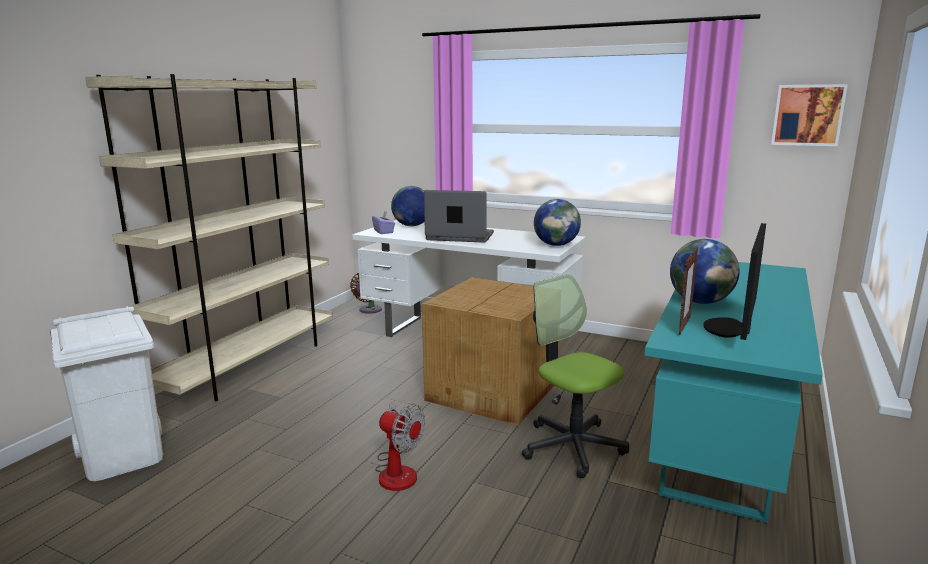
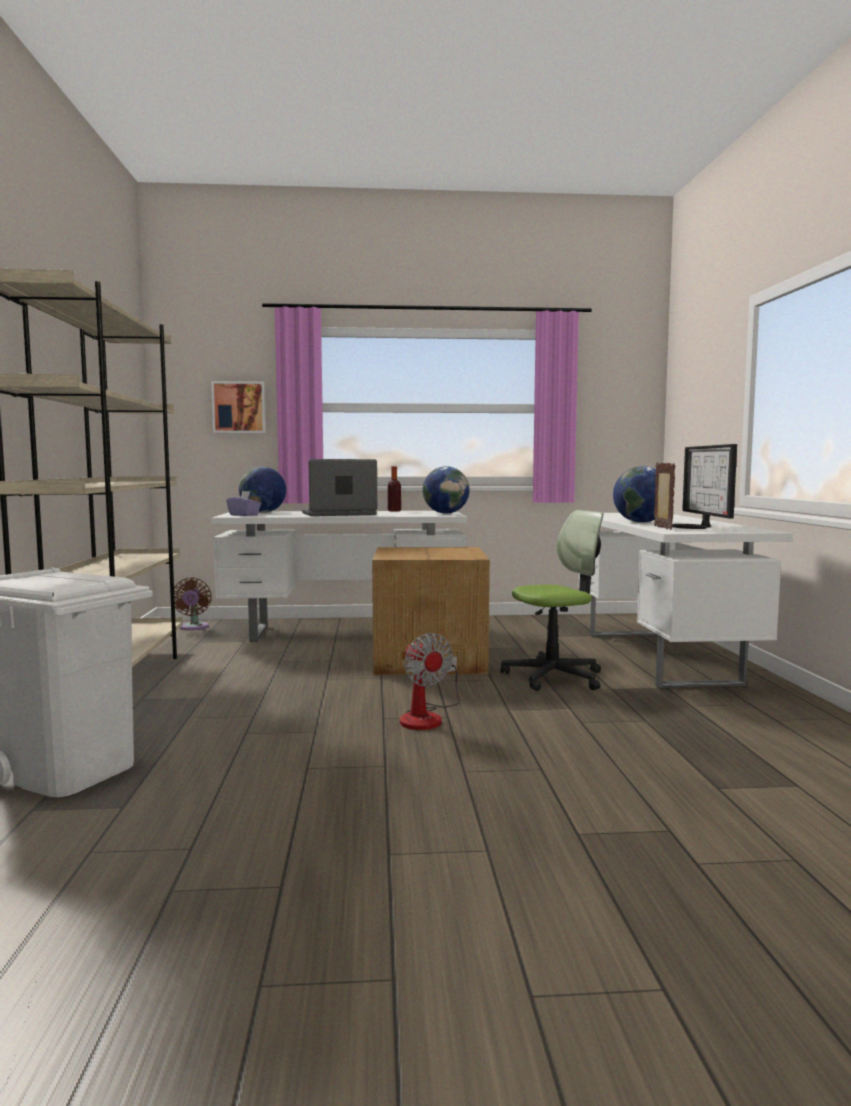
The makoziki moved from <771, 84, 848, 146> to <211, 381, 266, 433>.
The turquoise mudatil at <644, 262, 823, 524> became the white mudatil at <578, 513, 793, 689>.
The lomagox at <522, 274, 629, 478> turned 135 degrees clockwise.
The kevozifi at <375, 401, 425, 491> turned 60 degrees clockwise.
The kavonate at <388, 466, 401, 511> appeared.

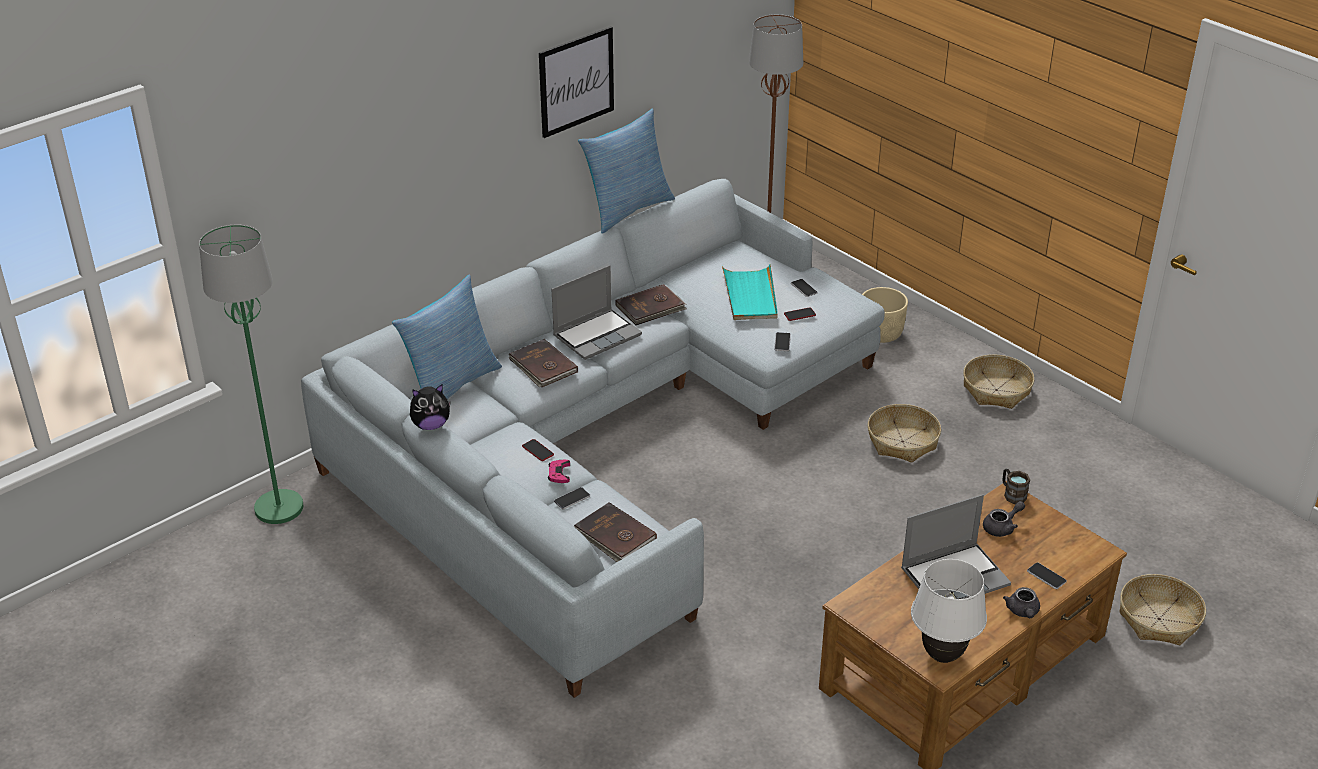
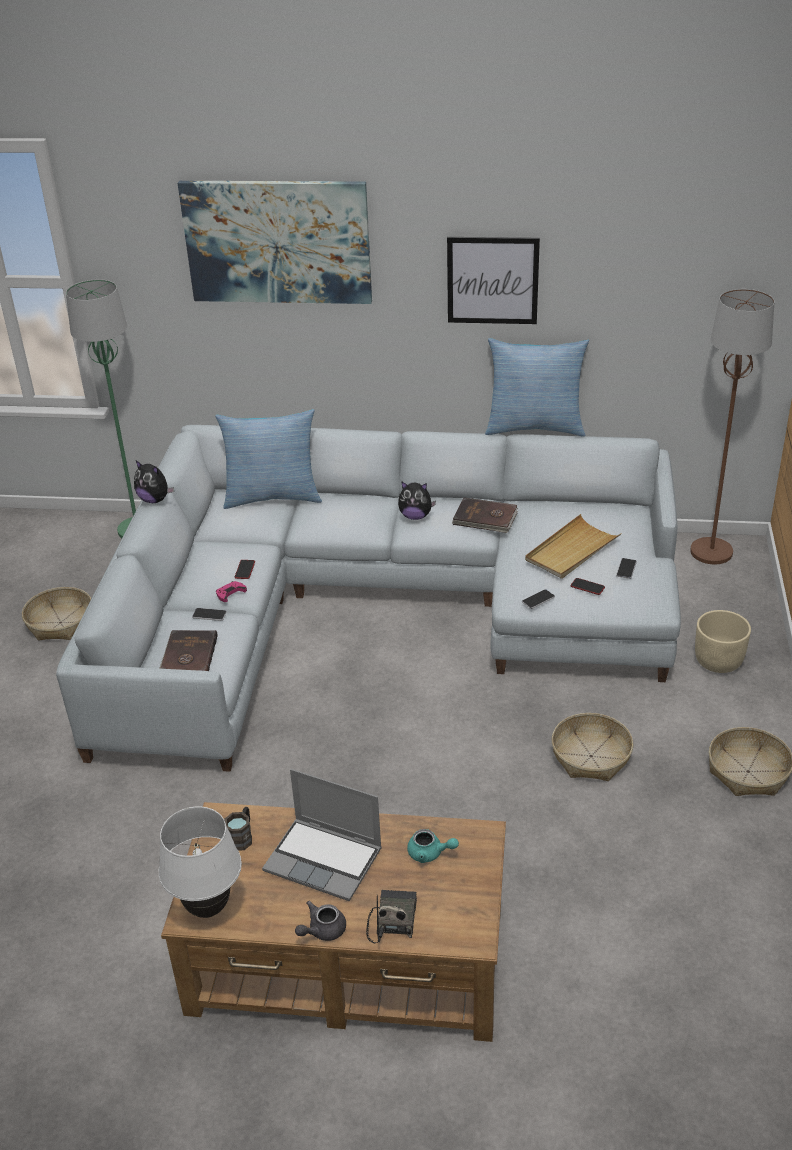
The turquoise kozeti at <722, 264, 778, 320> became the beige kozeti at <525, 514, 622, 579>.
The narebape at <552, 265, 642, 360> was replaced by the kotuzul at <398, 481, 436, 520>.
The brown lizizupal at <509, 339, 578, 387> disappeared.
The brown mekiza moved from <1002, 469, 1030, 504> to <225, 807, 252, 851>.
The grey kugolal at <983, 501, 1025, 537> became the turquoise kugolal at <407, 829, 459, 863>.
The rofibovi at <1027, 562, 1067, 589> was replaced by the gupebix at <366, 890, 417, 943>.
The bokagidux moved from <1120, 574, 1206, 645> to <22, 587, 91, 641>.
The makoziki at <178, 181, 372, 304> appeared.

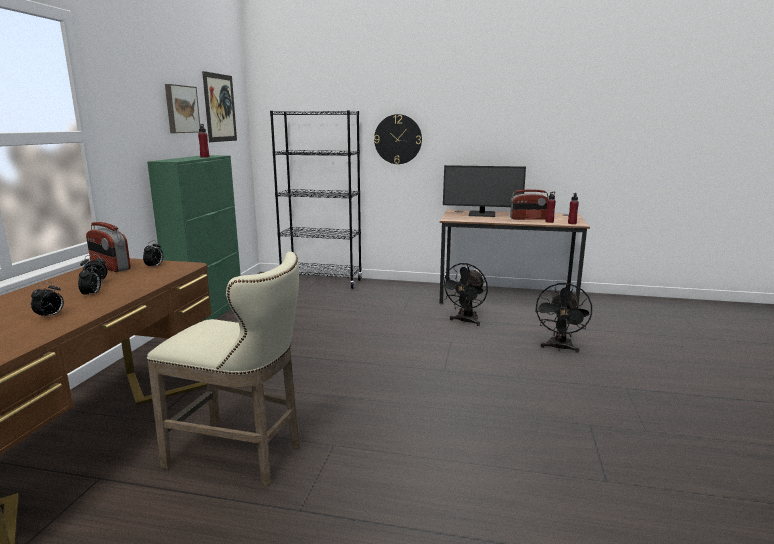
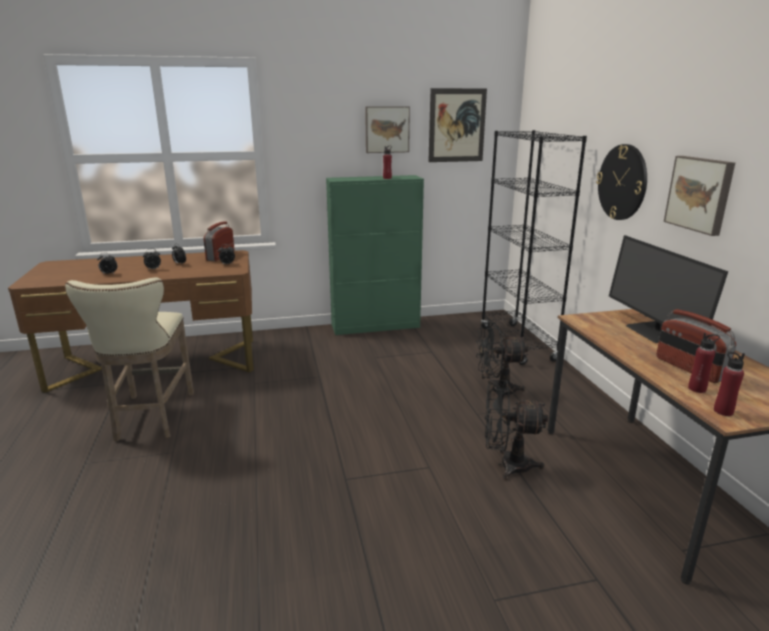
The black kevozifi moved from <535, 283, 592, 353> to <476, 322, 528, 398>.
The makoziki at <664, 156, 735, 236> appeared.

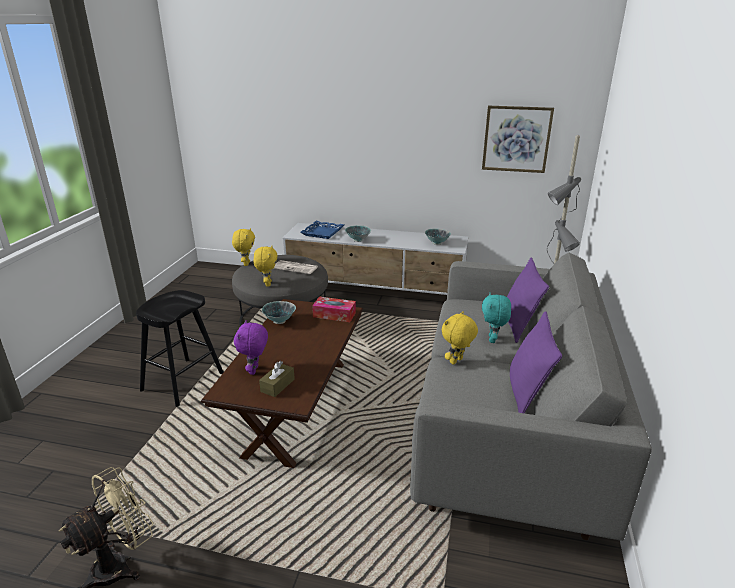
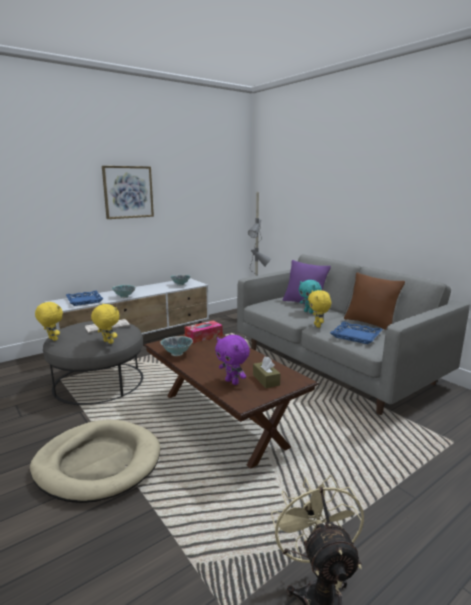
The makoziki moved from <482, 106, 554, 173> to <102, 166, 154, 219>.
The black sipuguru at <136, 290, 224, 407> was replaced by the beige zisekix at <30, 420, 160, 503>.
The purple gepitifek at <510, 311, 562, 414> became the brown gepitifek at <344, 272, 405, 330>.
The blue kozeti at <330, 321, 383, 344> appeared.

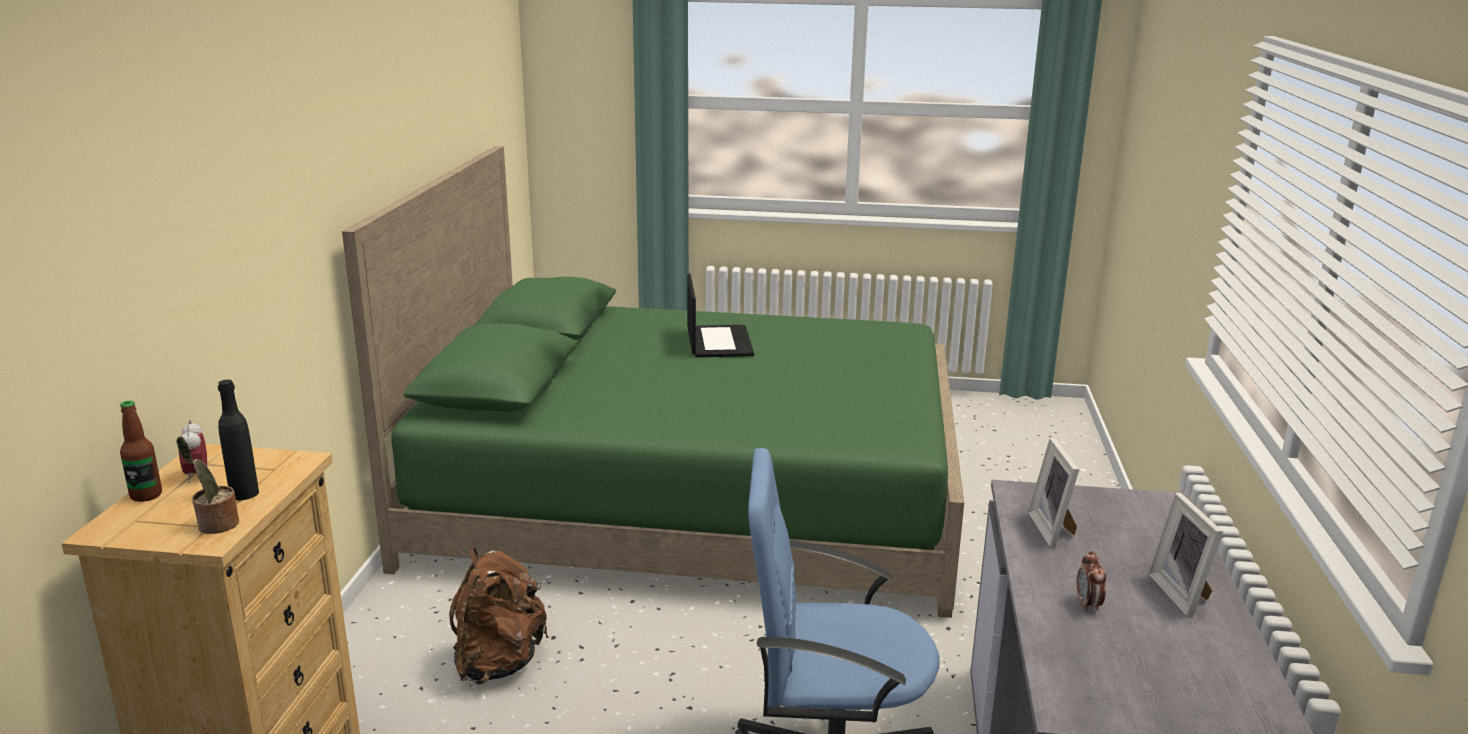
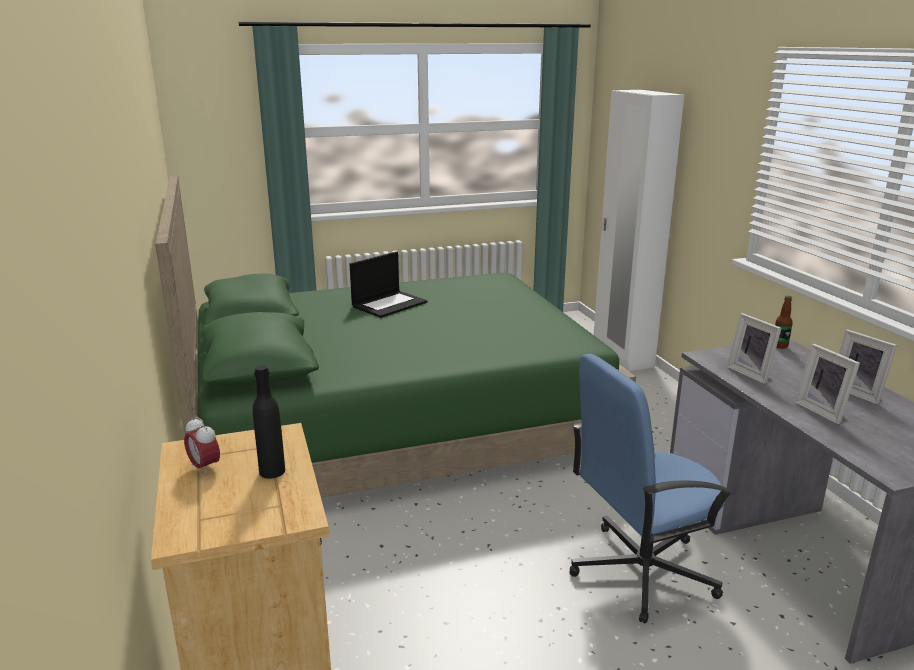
The narebape at <687, 273, 754, 358> turned 75 degrees clockwise.
The kavonate moved from <120, 401, 162, 502> to <775, 296, 793, 349>.
The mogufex at <176, 436, 239, 534> disappeared.
The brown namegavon at <449, 547, 549, 684> disappeared.
The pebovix at <1077, 551, 1106, 612> was replaced by the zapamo at <795, 344, 860, 424>.
The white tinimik at <594, 90, 684, 371> appeared.

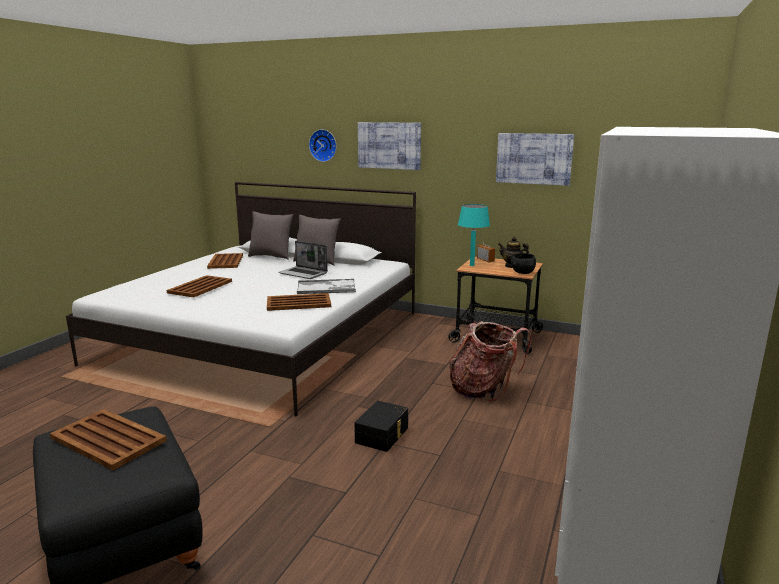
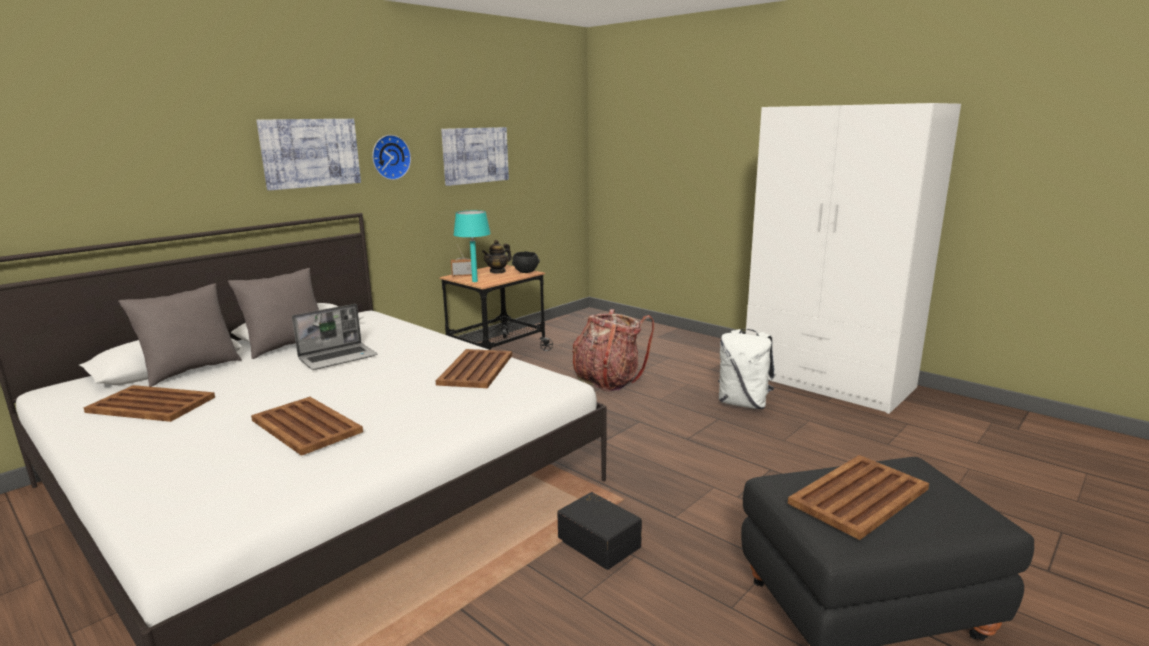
The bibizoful moved from <309, 129, 337, 162> to <372, 135, 411, 180>.
The kozeti at <297, 279, 356, 294> disappeared.
The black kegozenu moved from <354, 401, 408, 452> to <557, 492, 642, 570>.
The white namegavon at <718, 329, 775, 409> appeared.

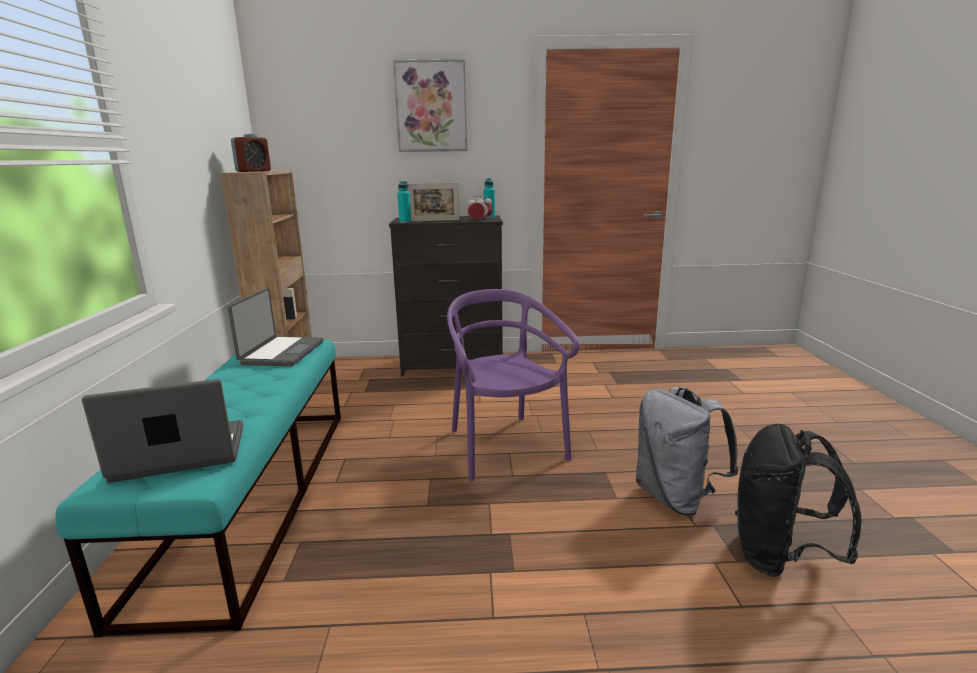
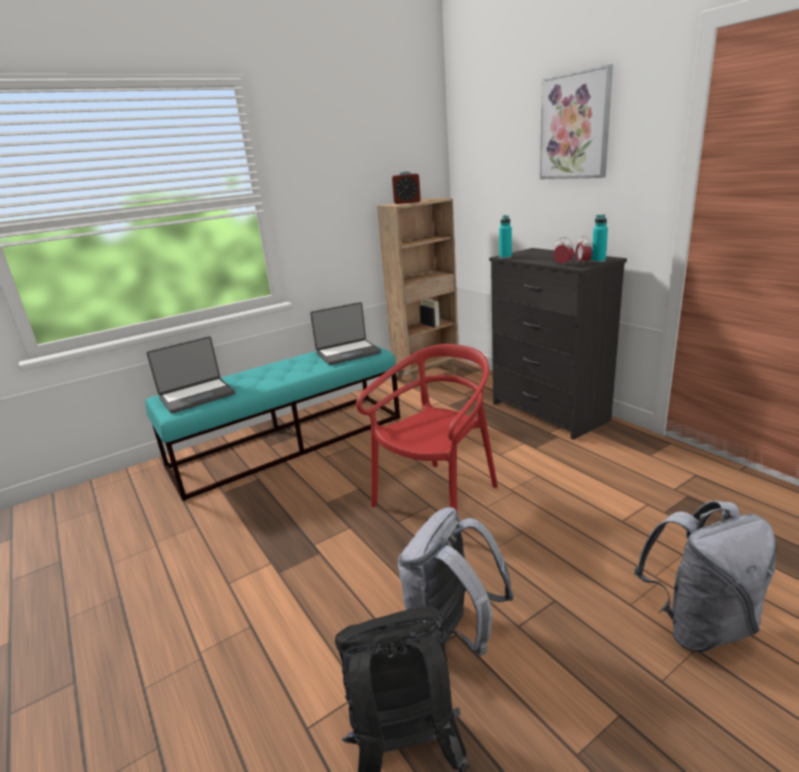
The zapamo at <408, 183, 460, 221> disappeared.
The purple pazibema at <447, 289, 579, 481> became the red pazibema at <356, 344, 498, 511>.
The narebape at <82, 379, 243, 483> turned 105 degrees clockwise.
The grey namegavon at <634, 501, 776, 652> appeared.

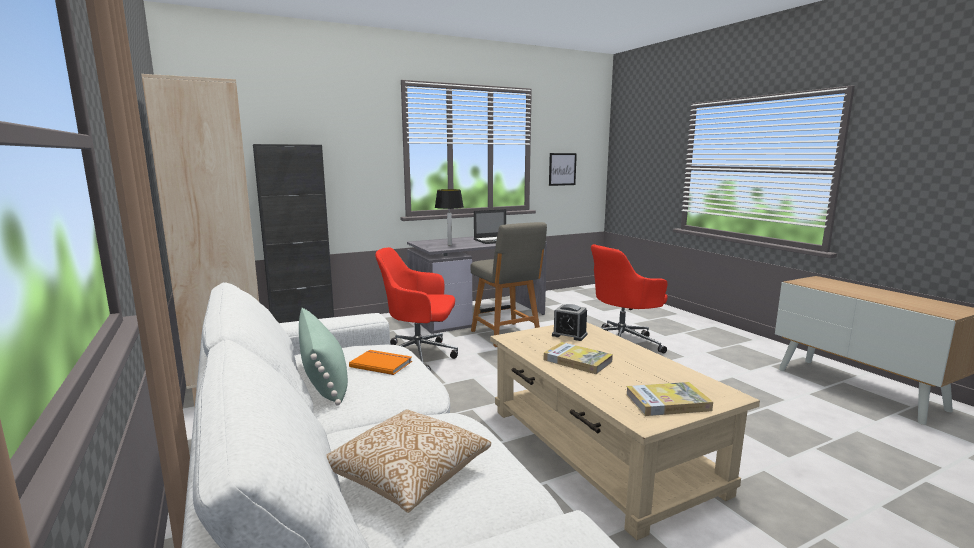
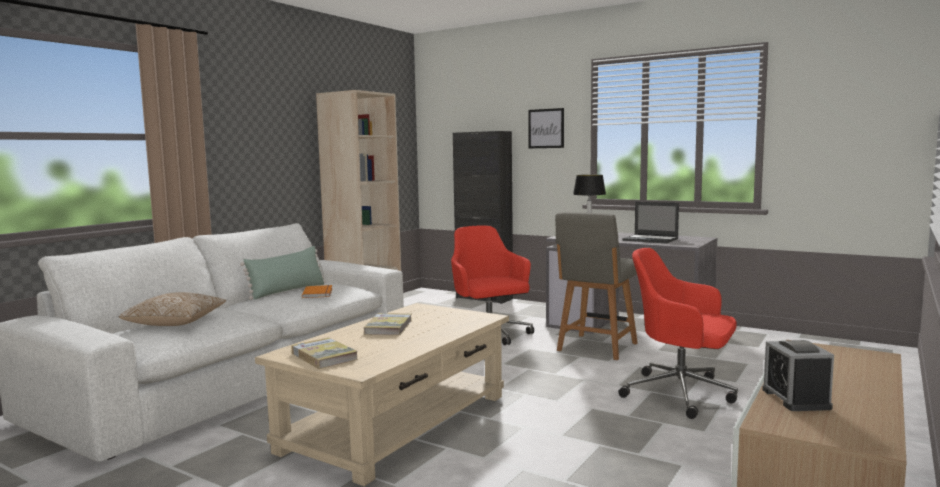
The makoziki moved from <549, 153, 577, 186> to <528, 108, 564, 148>.
The pebovix moved from <552, 304, 588, 341> to <762, 340, 834, 411>.

